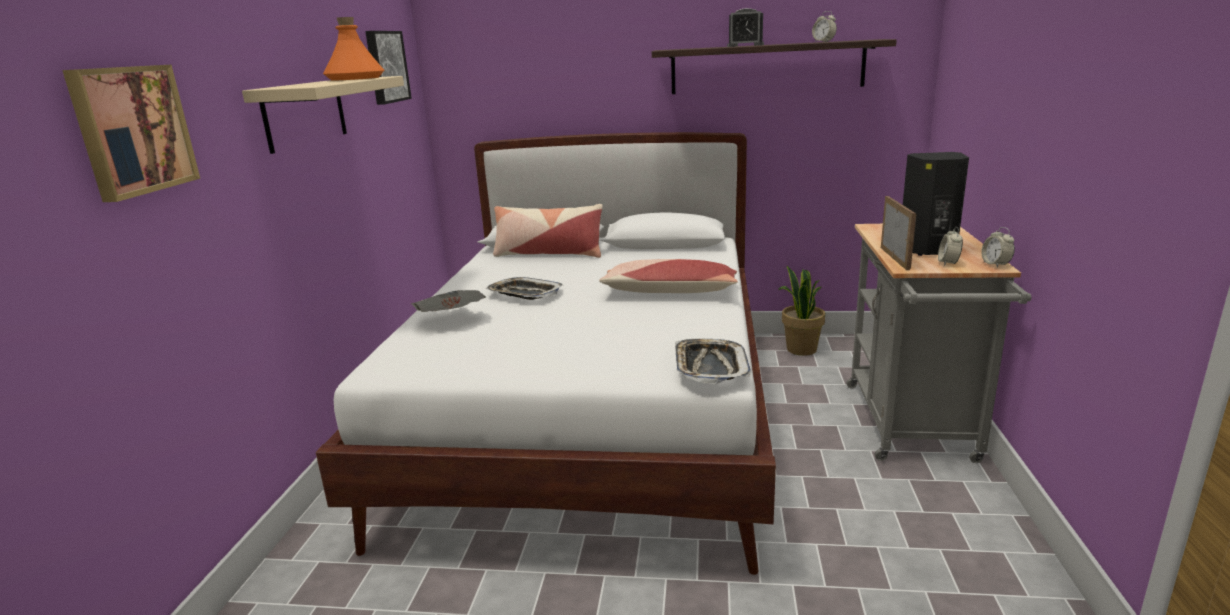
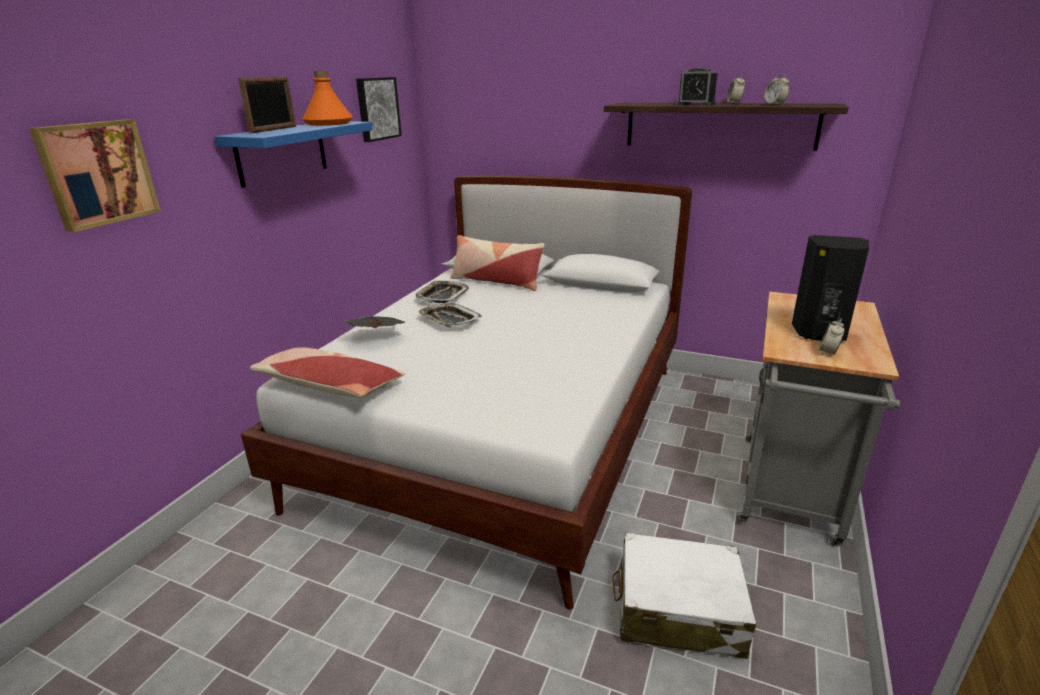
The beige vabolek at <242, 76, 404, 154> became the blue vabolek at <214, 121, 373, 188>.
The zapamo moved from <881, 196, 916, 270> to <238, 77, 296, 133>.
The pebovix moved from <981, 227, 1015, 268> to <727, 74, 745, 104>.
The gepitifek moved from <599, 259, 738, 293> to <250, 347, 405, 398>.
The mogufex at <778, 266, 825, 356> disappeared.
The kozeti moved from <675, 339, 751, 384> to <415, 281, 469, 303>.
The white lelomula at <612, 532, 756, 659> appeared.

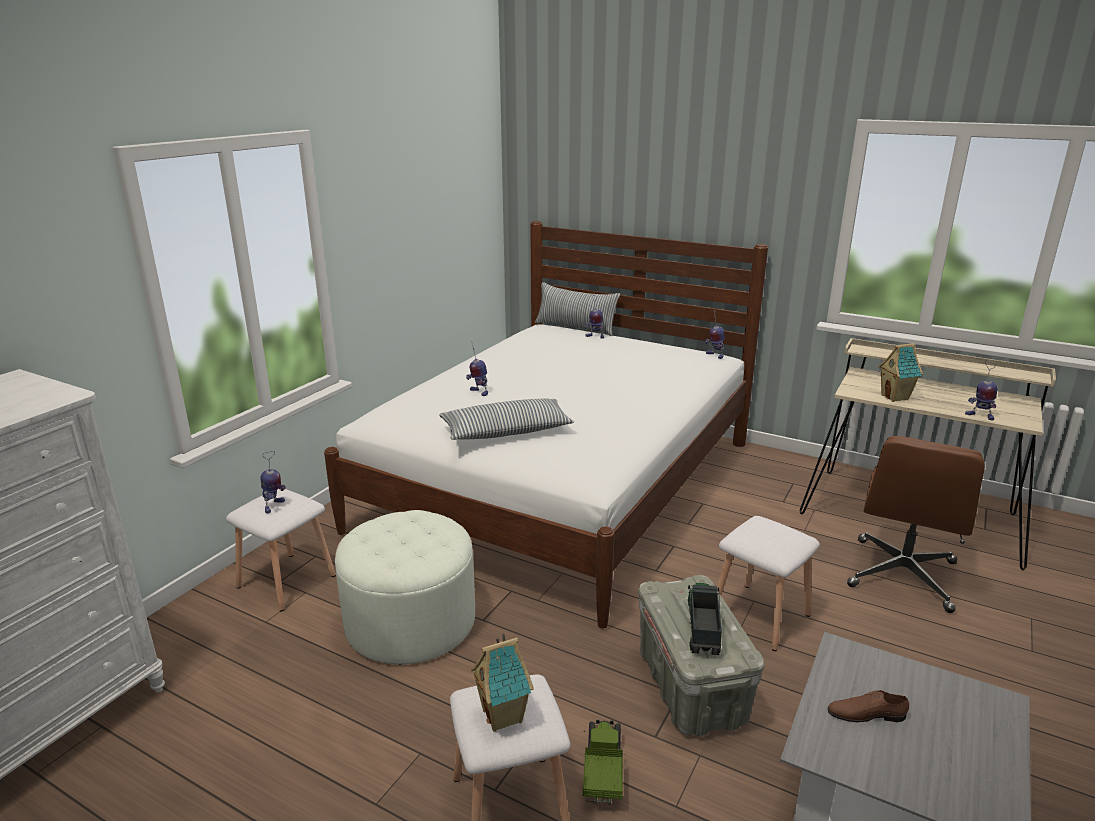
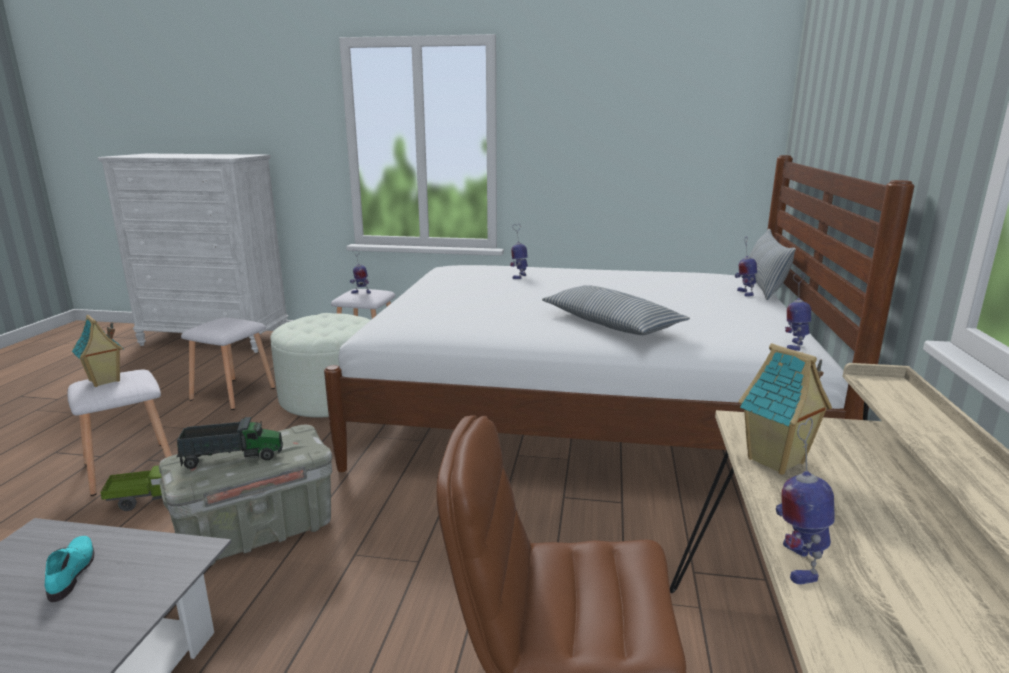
The gepitifek moved from <439, 398, 574, 440> to <542, 285, 690, 335>.
The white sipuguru moved from <717, 516, 820, 651> to <181, 317, 275, 410>.
The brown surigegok at <827, 690, 909, 723> became the turquoise surigegok at <45, 536, 94, 602>.

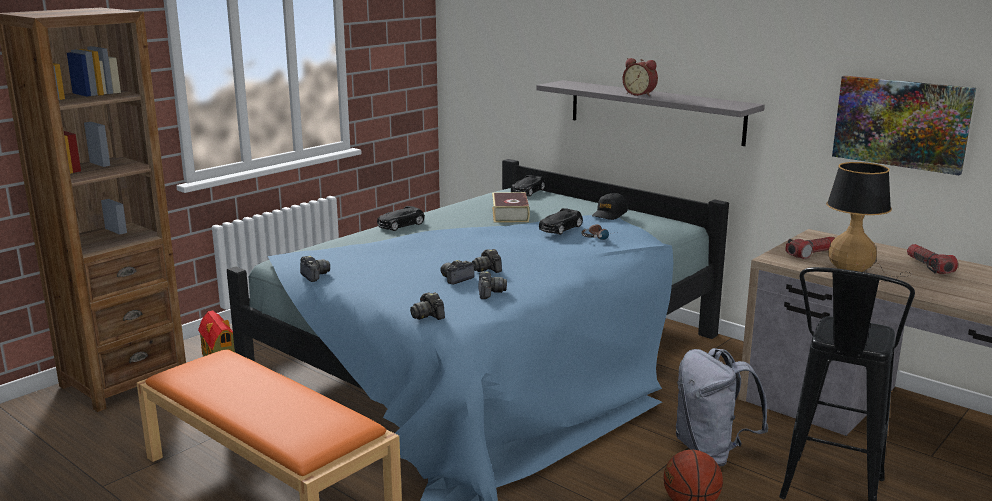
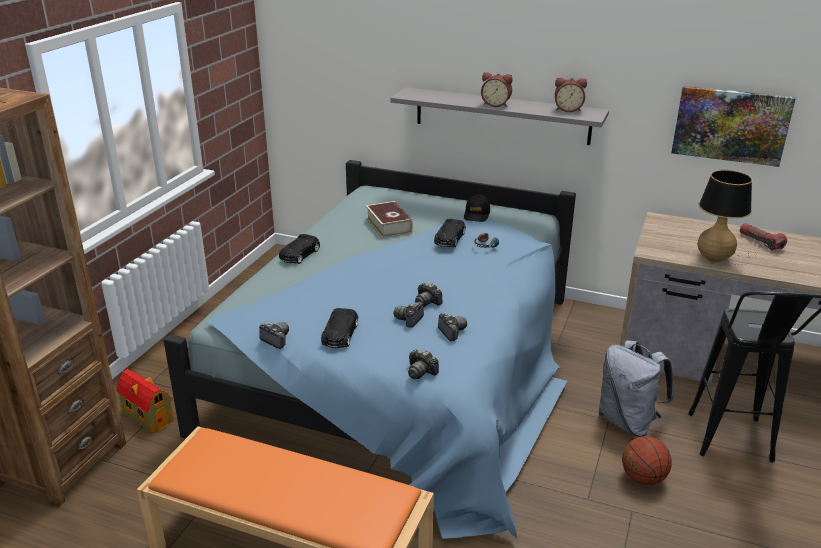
The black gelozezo moved from <511, 175, 545, 197> to <321, 308, 358, 348>.
The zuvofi at <785, 237, 835, 259> disappeared.
The pebovix at <555, 77, 587, 112> appeared.

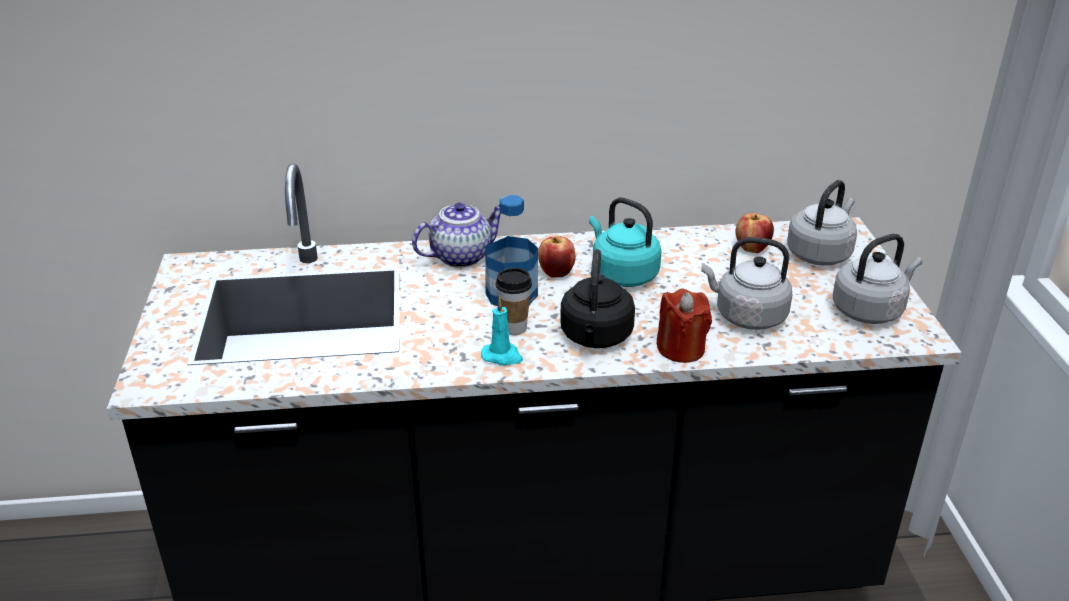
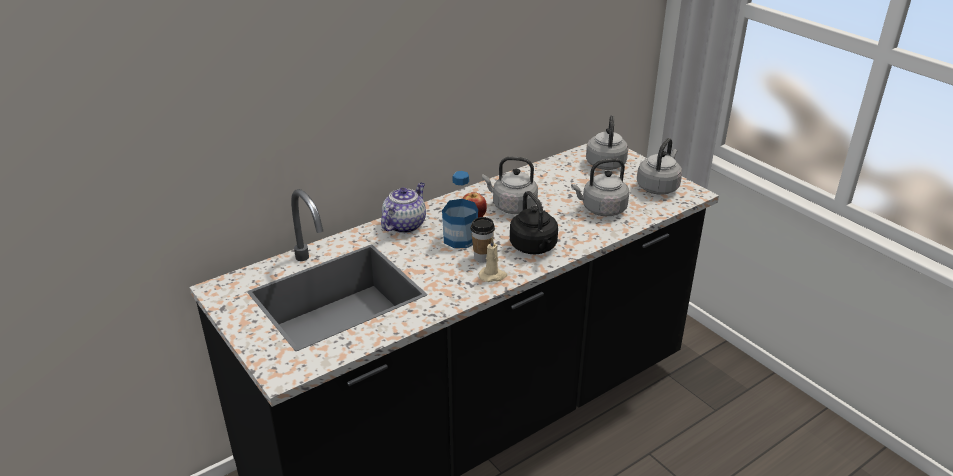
The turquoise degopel at <589, 198, 662, 287> became the grey degopel at <482, 156, 538, 214>.
The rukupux at <735, 213, 774, 253> disappeared.
The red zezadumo at <656, 289, 712, 363> disappeared.
The turquoise zezadumo at <481, 298, 523, 365> became the beige zezadumo at <479, 237, 507, 282>.

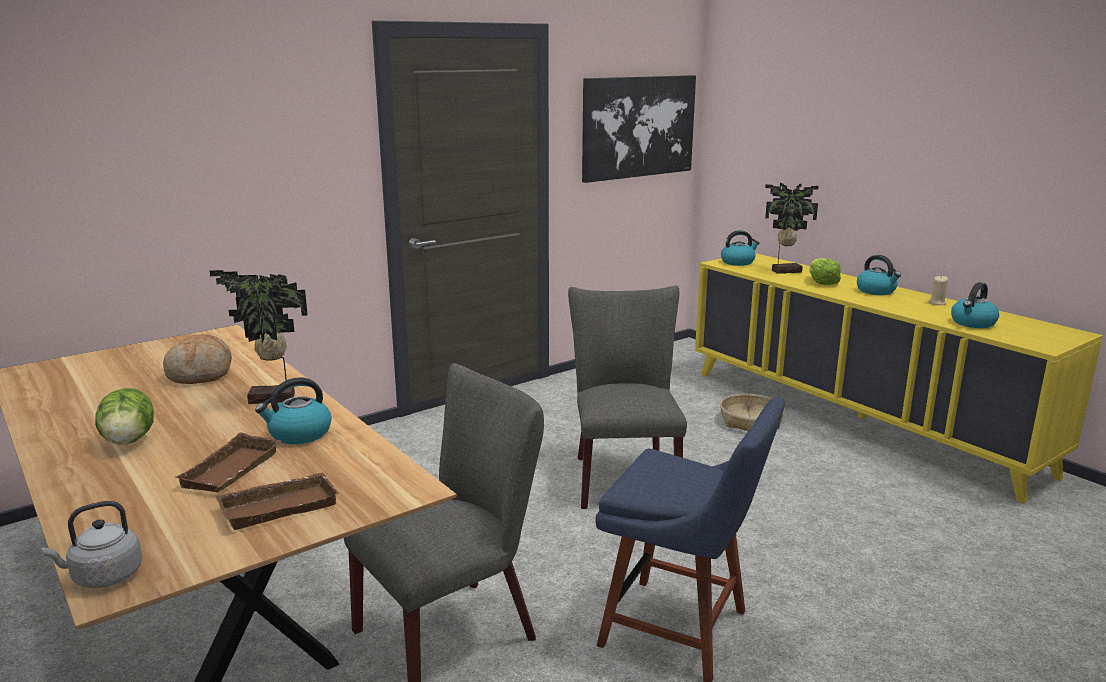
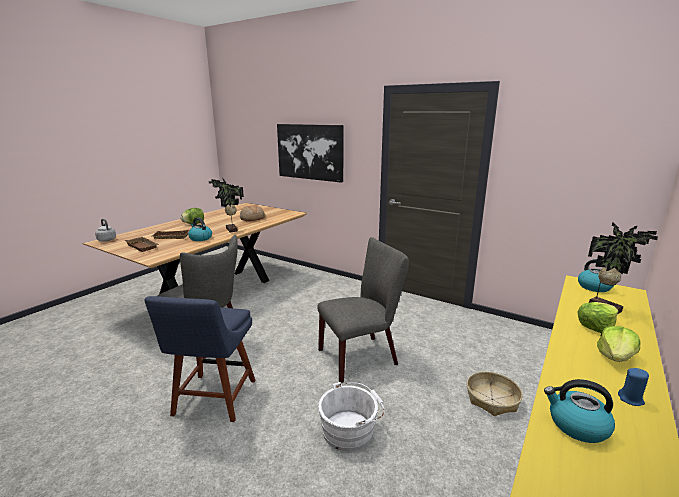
The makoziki moved from <582, 75, 696, 183> to <277, 124, 344, 183>.
The degopel at <857, 255, 901, 295> was replaced by the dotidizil at <597, 326, 640, 362>.
The beige zezadumo at <928, 275, 948, 305> became the blue zezadumo at <618, 368, 649, 406>.
The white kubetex at <318, 382, 385, 451> appeared.

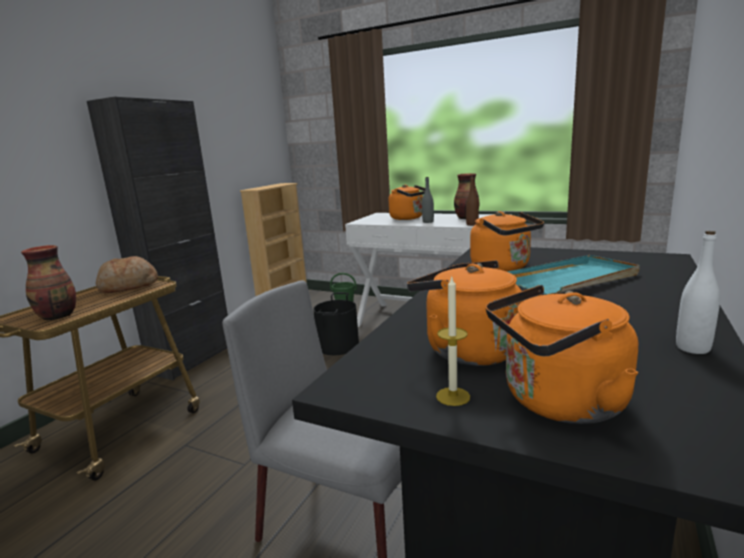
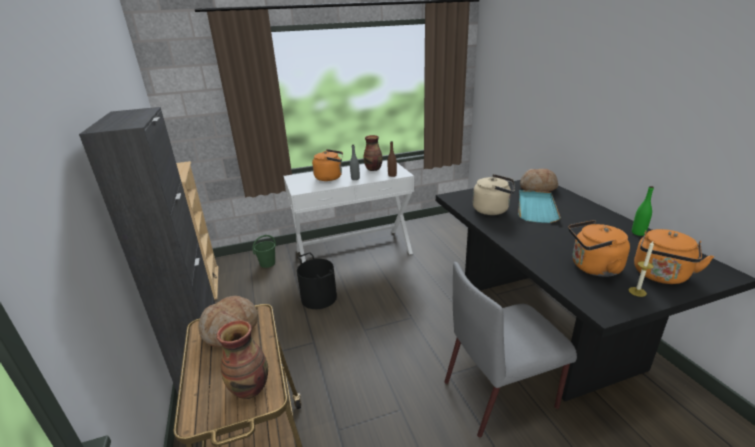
The orange degopel at <470, 211, 544, 272> became the beige degopel at <473, 174, 515, 215>.
The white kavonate at <676, 231, 720, 354> became the green kavonate at <632, 186, 654, 236>.
The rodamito at <520, 169, 558, 192> appeared.

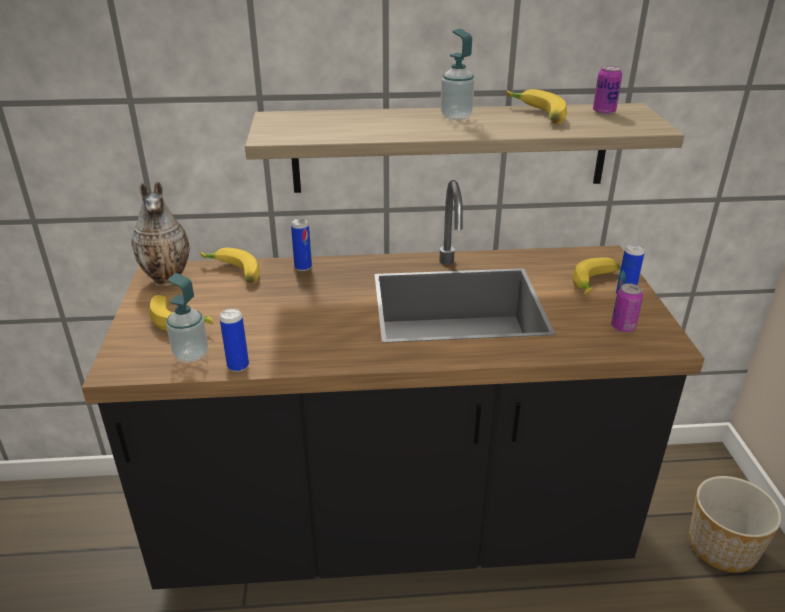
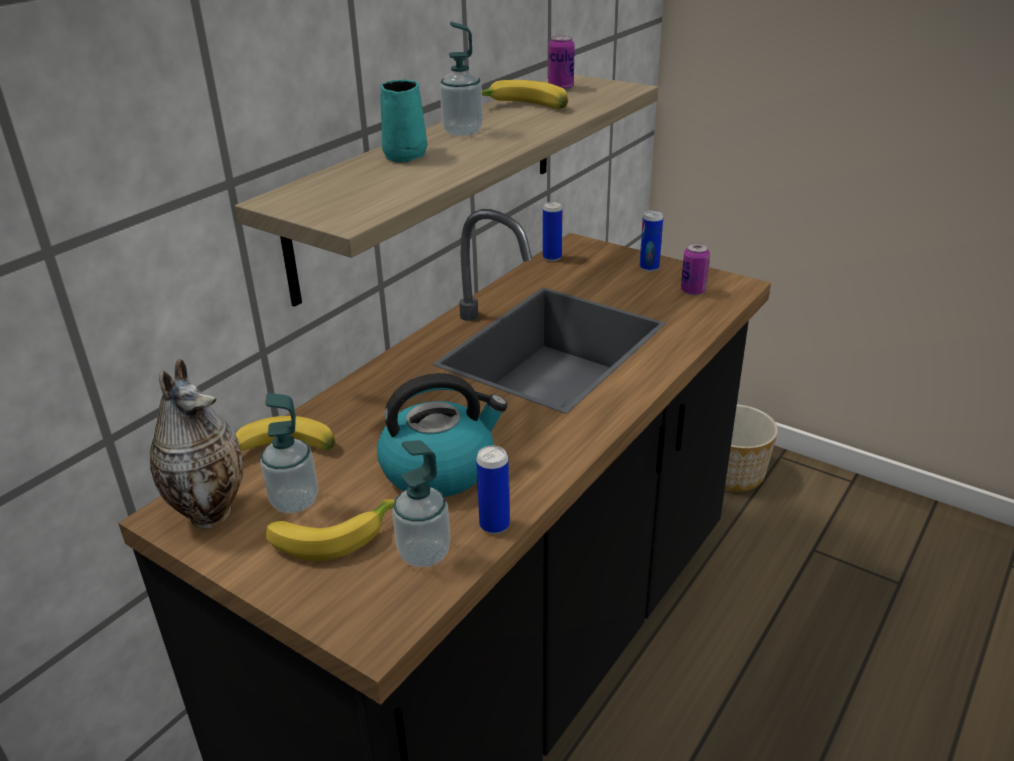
The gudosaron moved from <291, 218, 312, 271> to <543, 202, 563, 261>.
The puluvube at <573, 257, 620, 294> disappeared.
The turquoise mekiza at <380, 79, 427, 163> appeared.
The degopel at <377, 373, 508, 497> appeared.
The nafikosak at <260, 393, 318, 513> appeared.

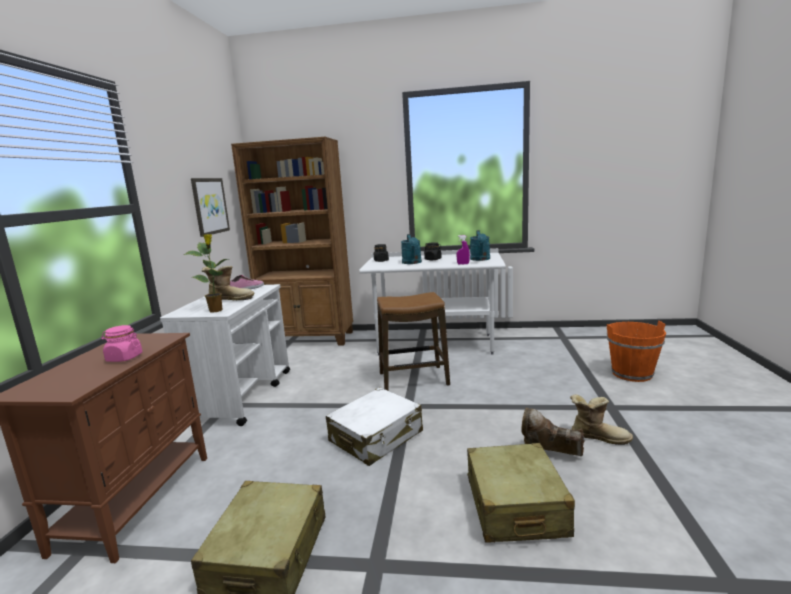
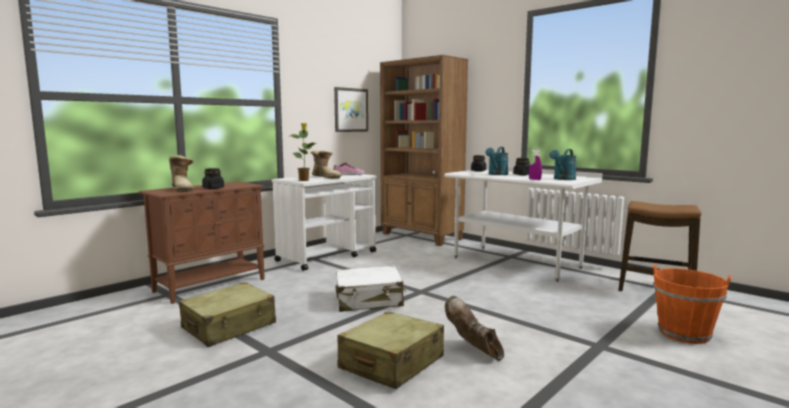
The sipuguru moved from <377, 292, 450, 391> to <619, 201, 701, 291>.
The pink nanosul at <101, 325, 143, 362> became the black nanosul at <202, 168, 224, 189>.
The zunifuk moved from <570, 394, 633, 445> to <169, 155, 194, 192>.

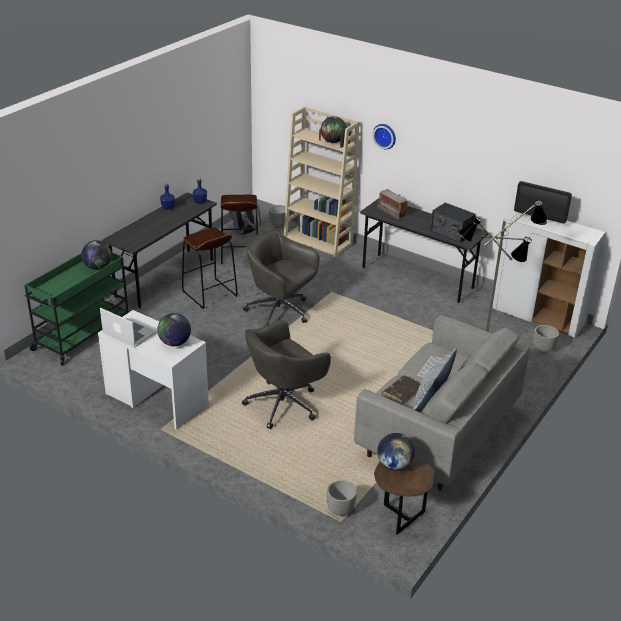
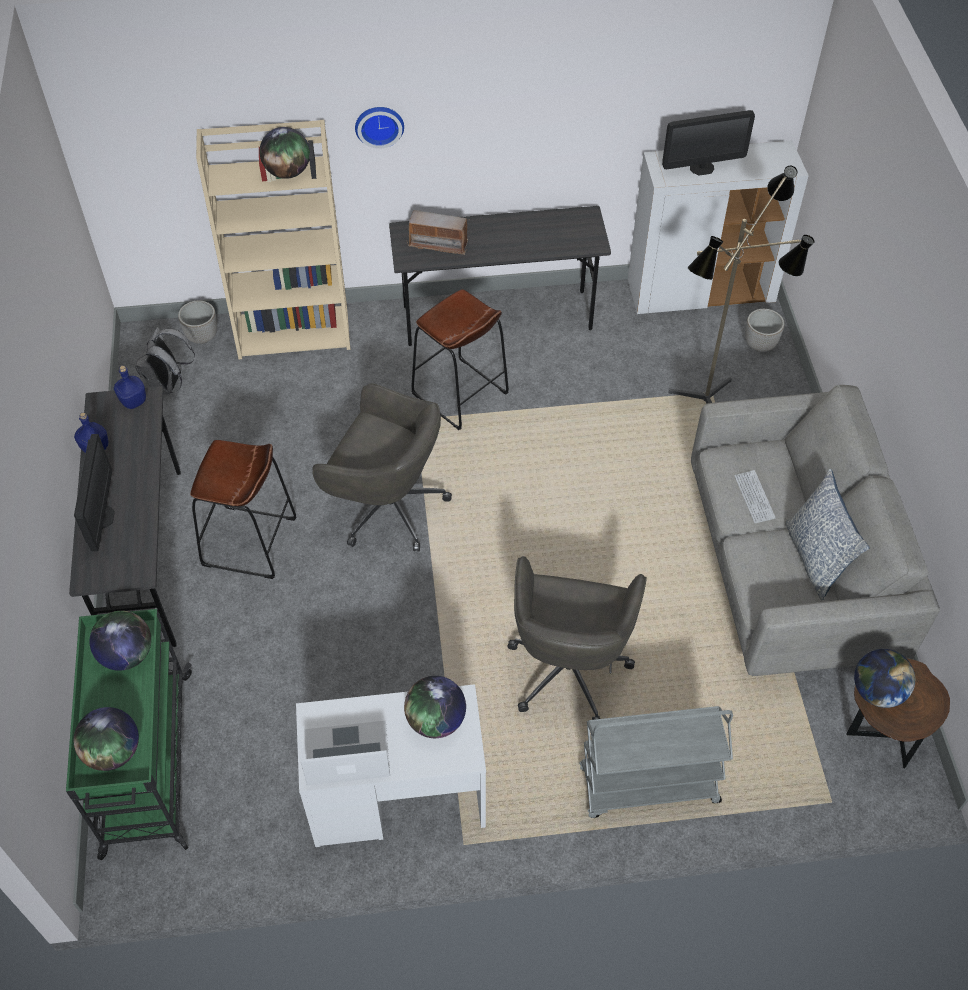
The brown sipuguru moved from <221, 195, 258, 265> to <411, 289, 509, 430>.
The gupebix at <430, 203, 476, 243> disappeared.
The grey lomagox at <243, 230, 320, 326> turned 150 degrees counterclockwise.
The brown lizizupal at <382, 375, 421, 405> disappeared.
The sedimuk at <327, 480, 357, 516> disappeared.
The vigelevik at <74, 434, 115, 551> appeared.
The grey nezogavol at <579, 706, 733, 818> appeared.
The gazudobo at <74, 707, 139, 771> appeared.

